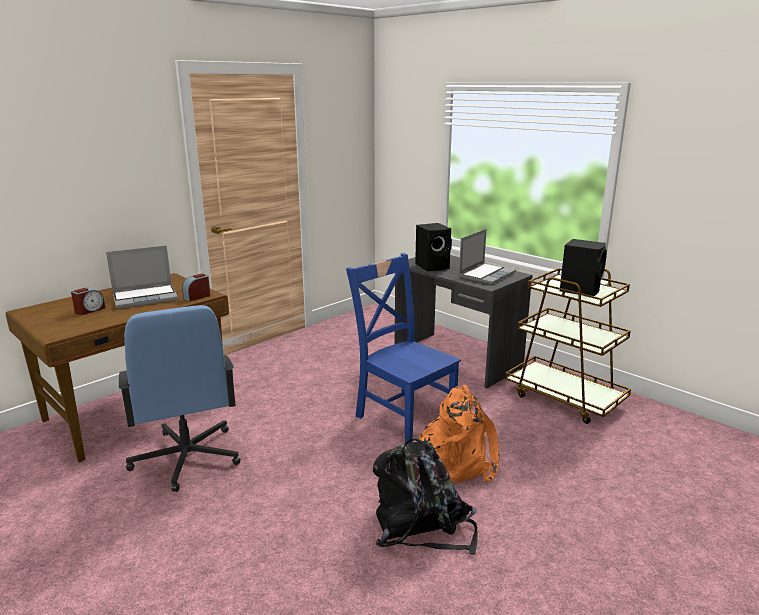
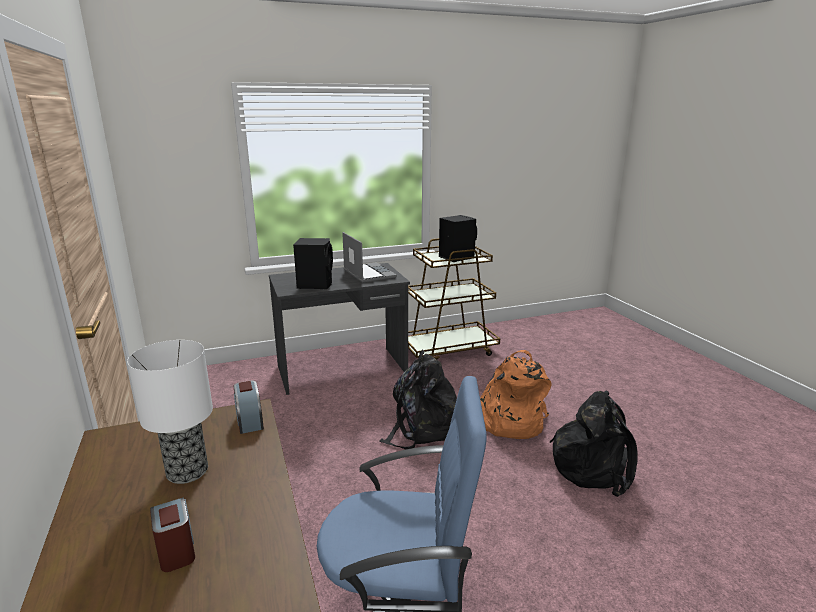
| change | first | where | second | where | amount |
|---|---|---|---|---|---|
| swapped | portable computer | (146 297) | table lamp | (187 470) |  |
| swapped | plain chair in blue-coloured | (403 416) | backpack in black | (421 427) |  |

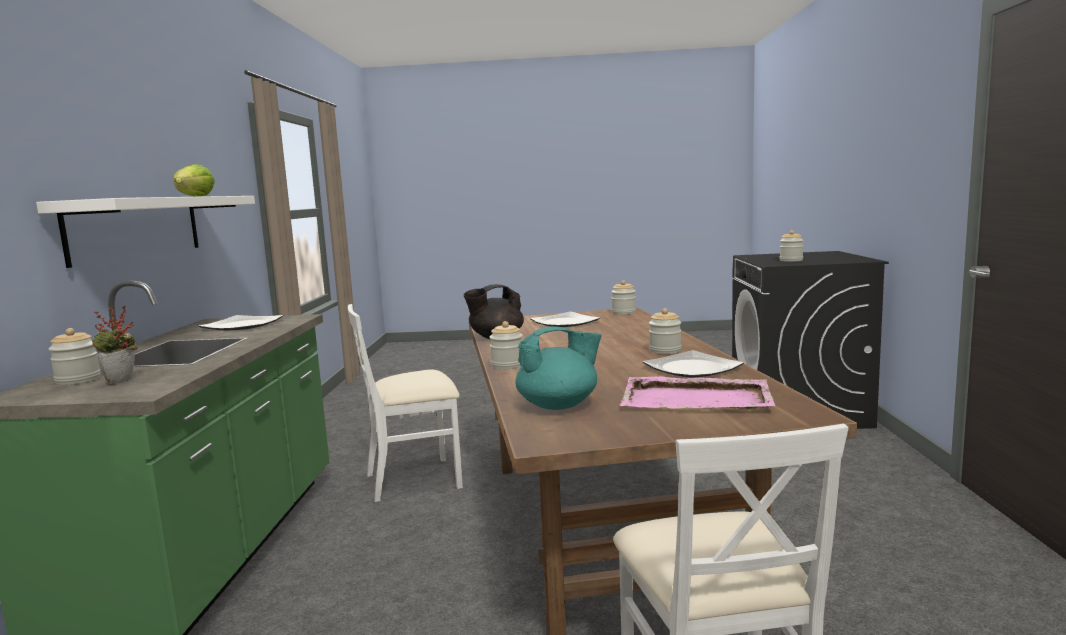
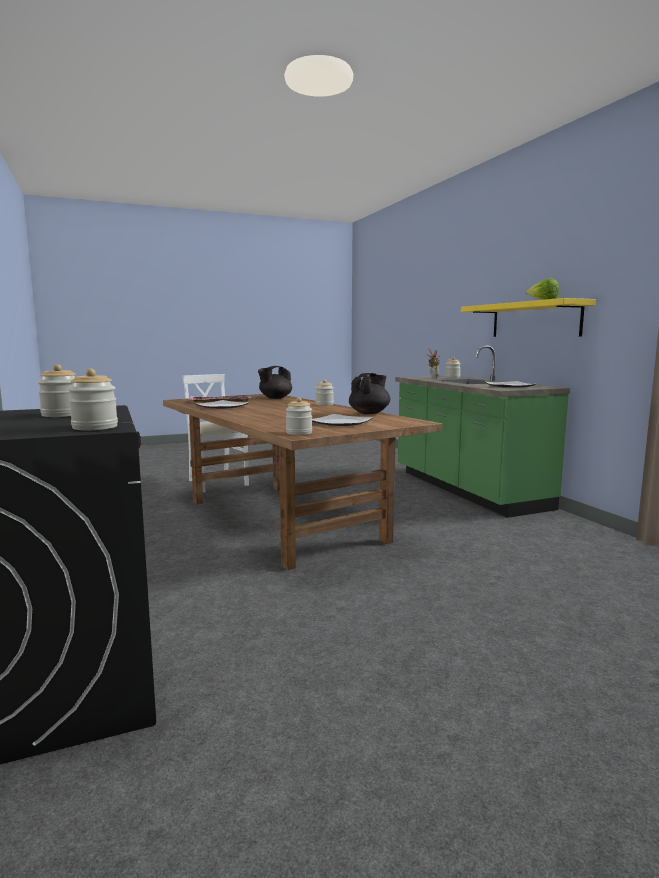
| change | first | where | second | where | amount |
|---|---|---|---|---|---|
| gone | plain chair in white-coloured | (414 479) |  |  |  |
| shifted | storage jar | (665 350) |  | (95 427) |  |
| repainted | shelf in white-coloured | (137 228) | shelf in yellowish | (534 320) |  |
| repainted | teapot in turquoise-coloured | (559 405) | teapot in black | (275 398) |  |

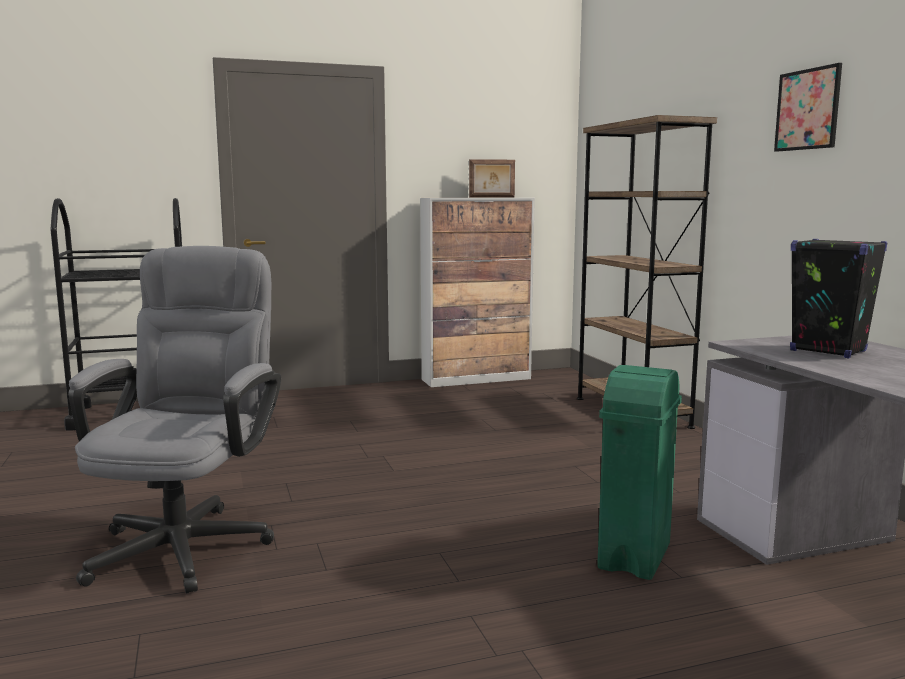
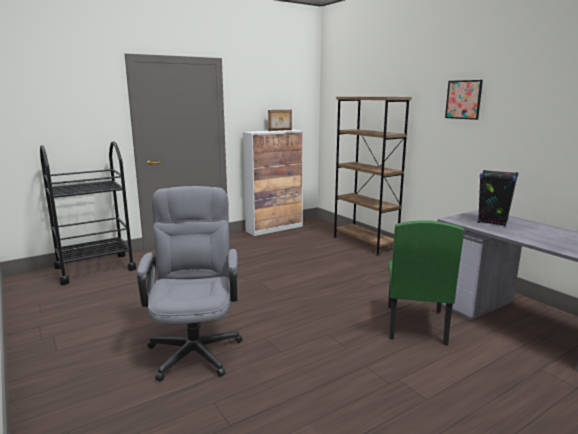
| change | first | where | second | where | amount |
|---|---|---|---|---|---|
| swapped | trash can in green | (633 557) | plain chair in green | (415 324) |  |

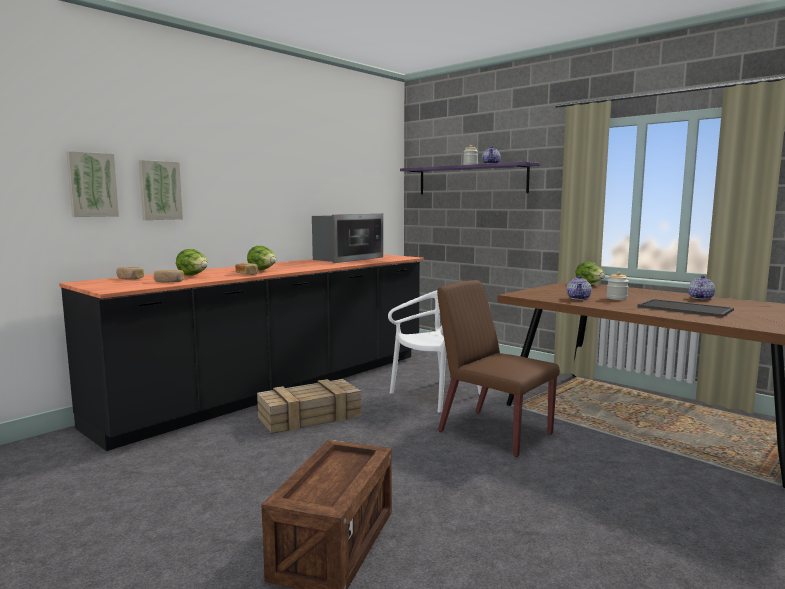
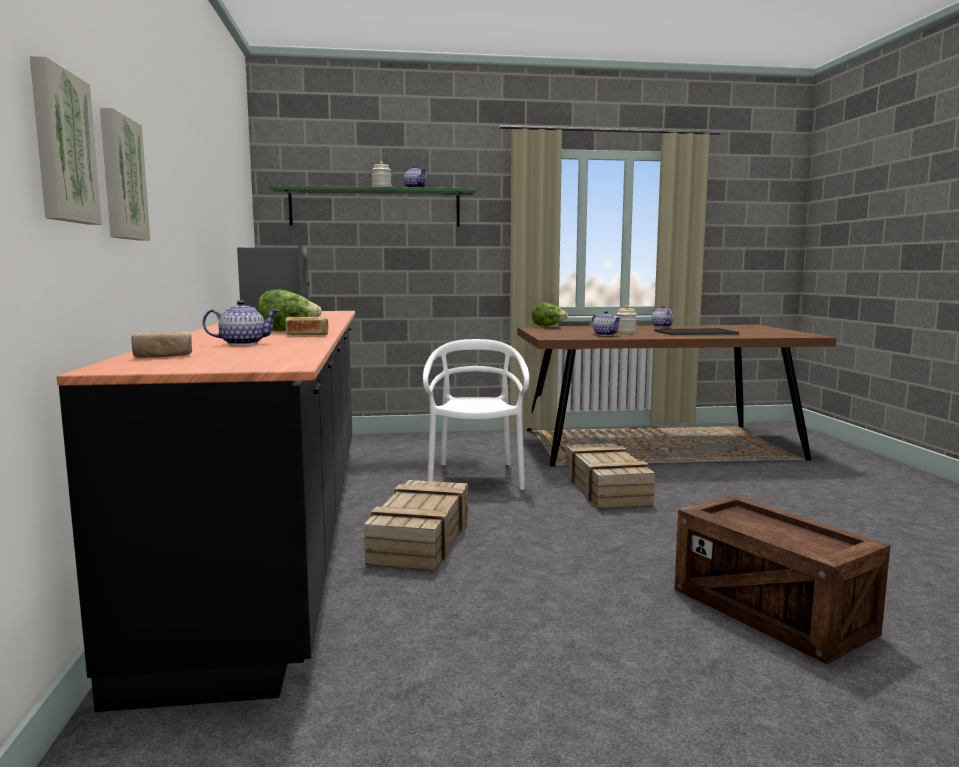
| change | first | where | second | where | amount |
|---|---|---|---|---|---|
| gone | bread | (169 281) |  |  |  |
| swapped | lettuce head | (193 275) | teapot | (242 343) |  |
| swapped | plain chair in brown | (493 432) | packing crate | (604 488) |  |
| repainted | shelf in purple-coloured | (471 180) | shelf in green | (375 208) |  |

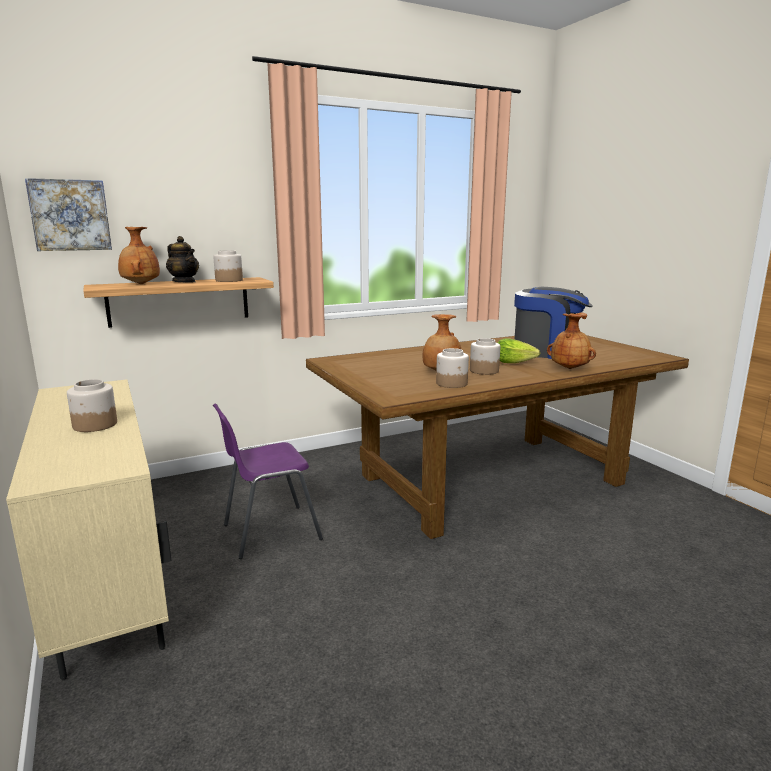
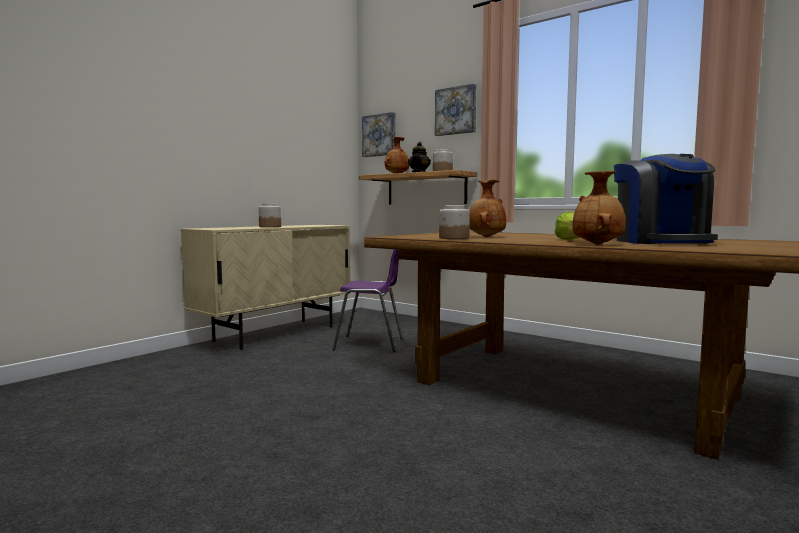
| change | first | where | second | where | amount |
|---|---|---|---|---|---|
| gone | storage jar | (483 371) |  |  |  |
| new |  |  | wall art | (456 111) |  |
| rotated | plain chair in purple-coloured | (269 532) |  | (371 344) | 150 degrees clockwise |

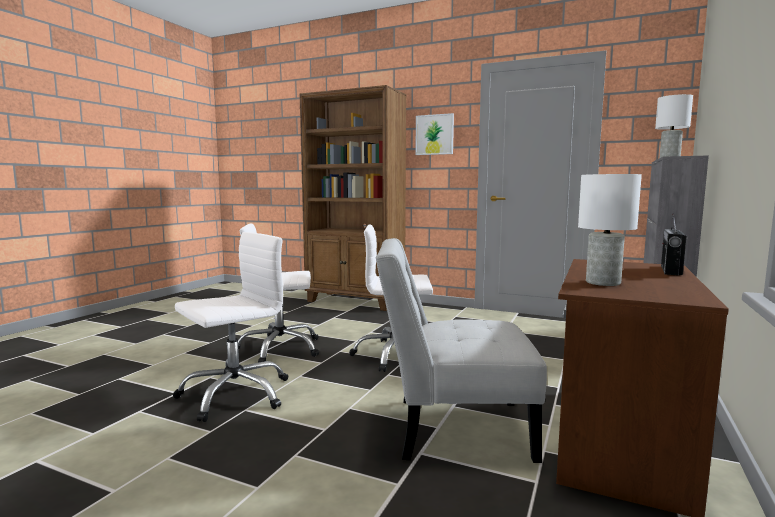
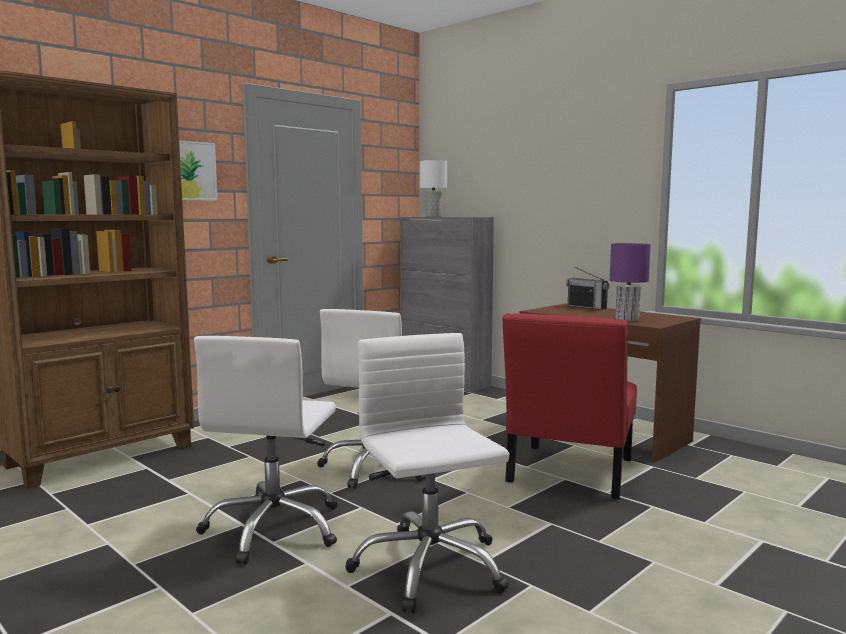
| change | first | where | second | where | amount |
|---|---|---|---|---|---|
| repainted | plain chair in white-coloured | (453 428) | plain chair in reddish | (568 474) |  |
| repainted | table lamp in white-coloured | (603 282) | table lamp in purple-coloured | (626 319) |  |

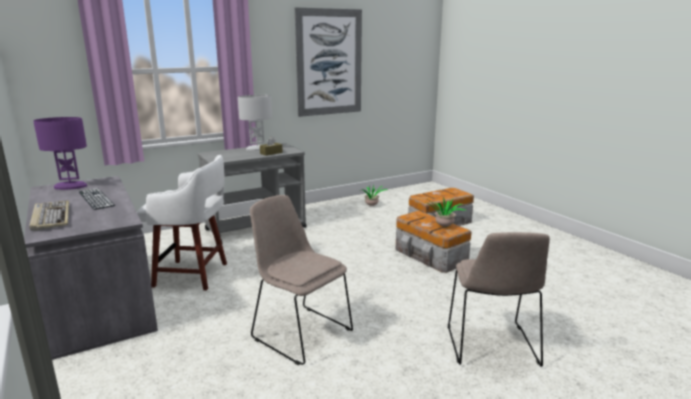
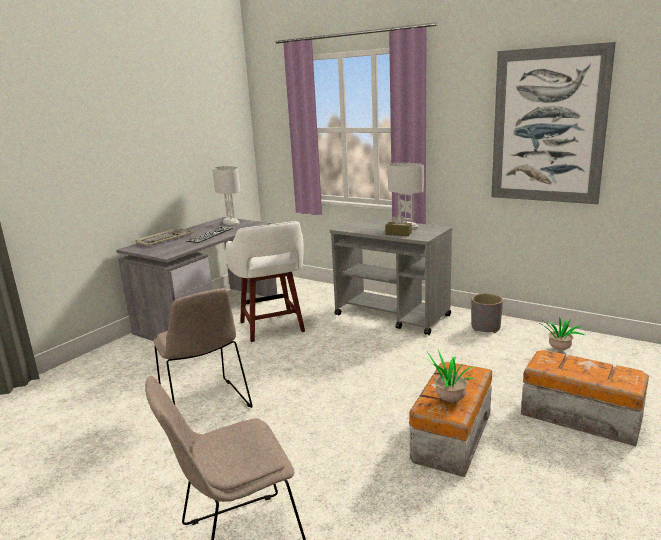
| change | first | where | second | where | amount |
|---|---|---|---|---|---|
| new |  |  | plant pot in gray | (485 327) |  |
| repainted | table lamp in purple-coloured | (70 187) | table lamp in white-coloured | (230 222) |  |
| rotated | plain chair in beige-coloured | (300 332) |  | (206 407) | 135 degrees clockwise |

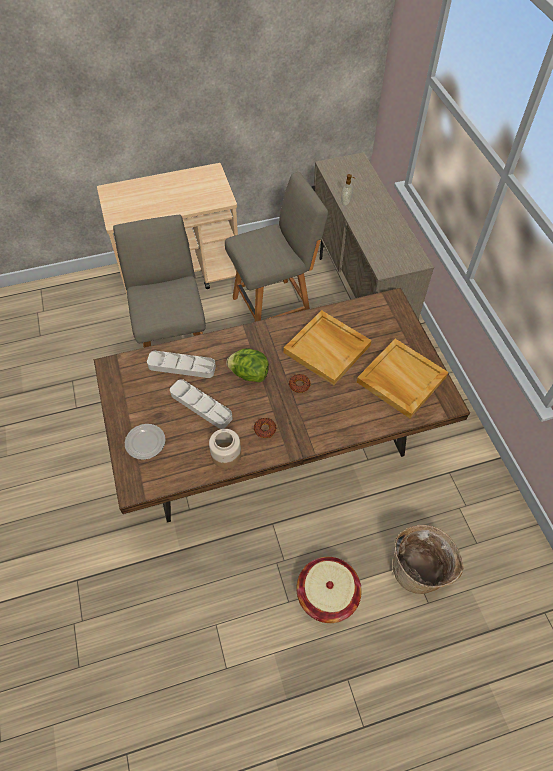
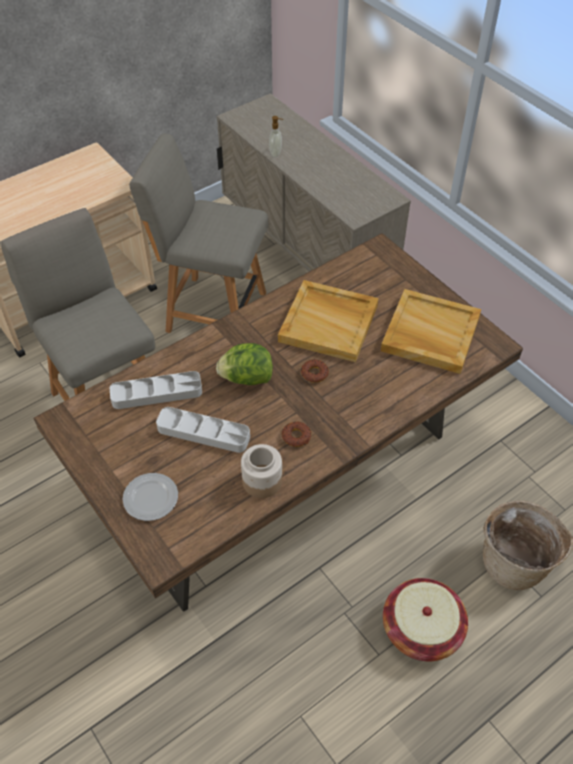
| change | first | where | second | where | amount |
|---|---|---|---|---|---|
| rotated | plain chair in gray | (274 308) |  | (212 311) | 120 degrees counterclockwise |

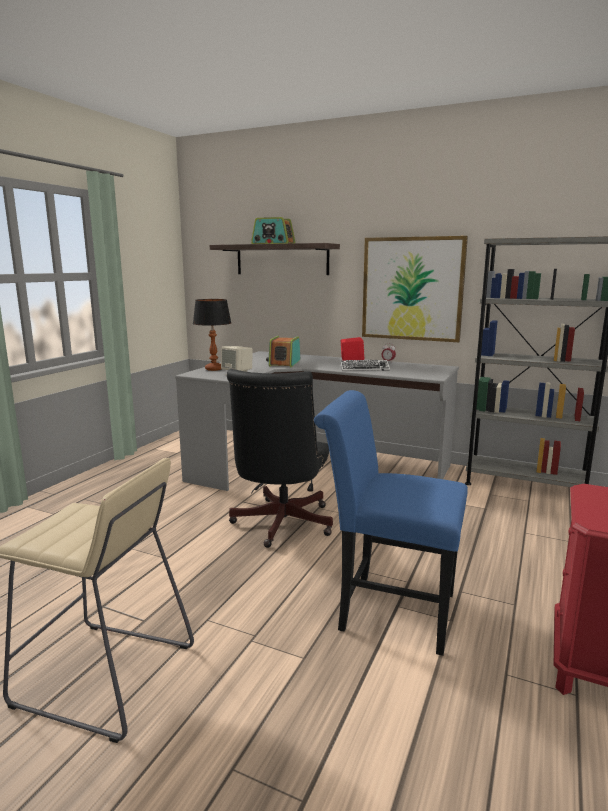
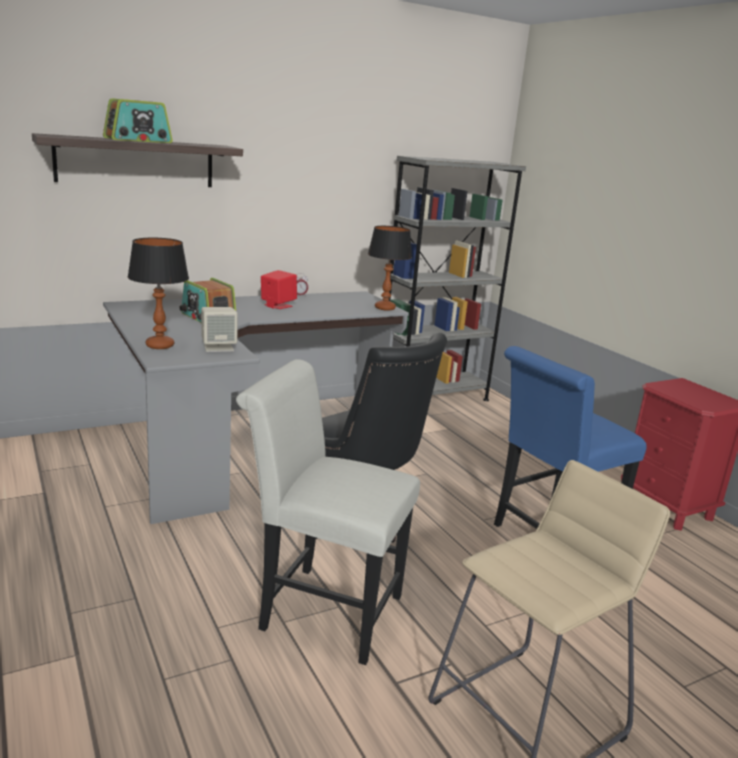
| change | first | where | second | where | amount |
|---|---|---|---|---|---|
| gone | PC keyboard | (364 369) |  |  |  |
| gone | wall art | (412 289) |  |  |  |
| new |  |  | plain chair in white-coloured | (321 609) |  |
| new |  |  | table lamp | (384 308) |  |

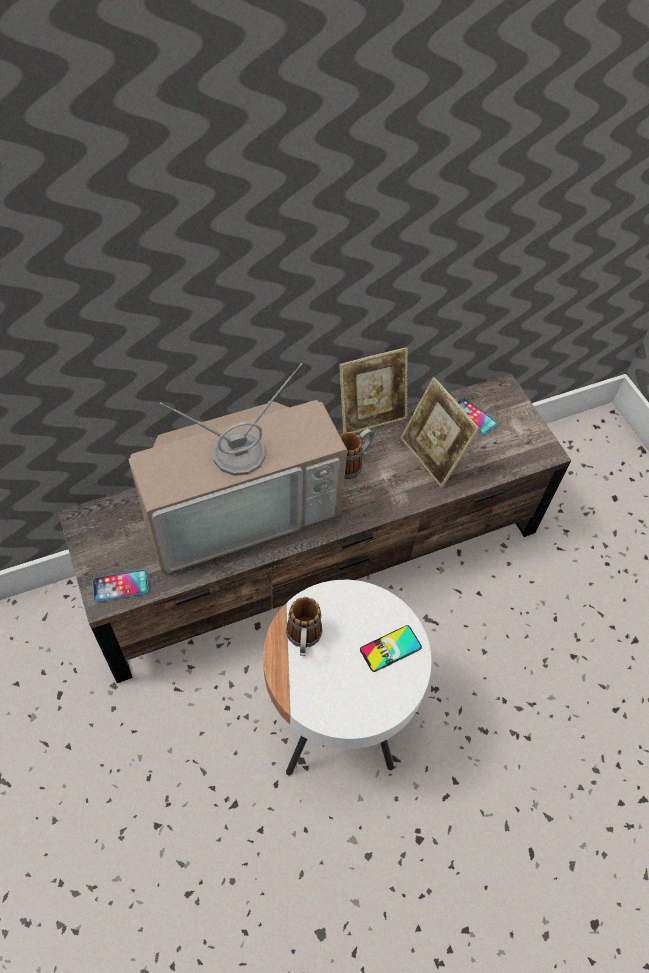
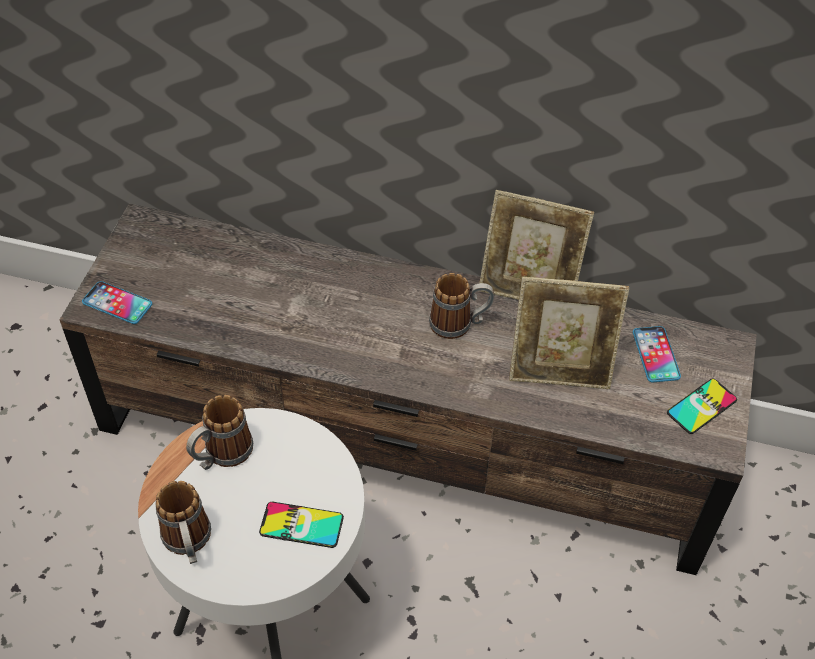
| change | first | where | second | where | amount |
|---|---|---|---|---|---|
| gone | TV set | (240 507) |  |  |  |
| new |  |  | coffee mug | (189 544) |  |
| new |  |  | telephone | (701 406) |  |
| rotated | standing frame | (431 457) |  | (560 369) | 90 degrees counterclockwise |

